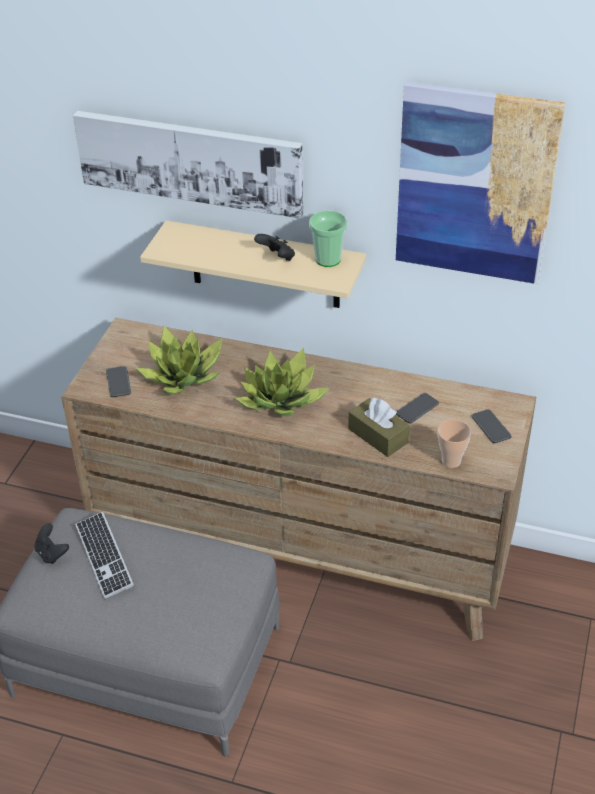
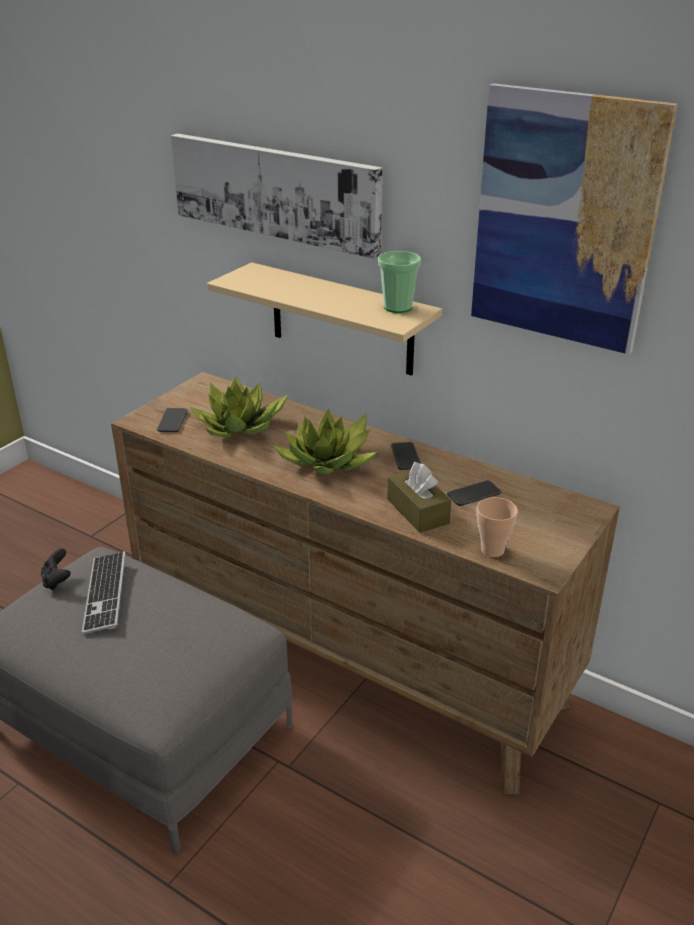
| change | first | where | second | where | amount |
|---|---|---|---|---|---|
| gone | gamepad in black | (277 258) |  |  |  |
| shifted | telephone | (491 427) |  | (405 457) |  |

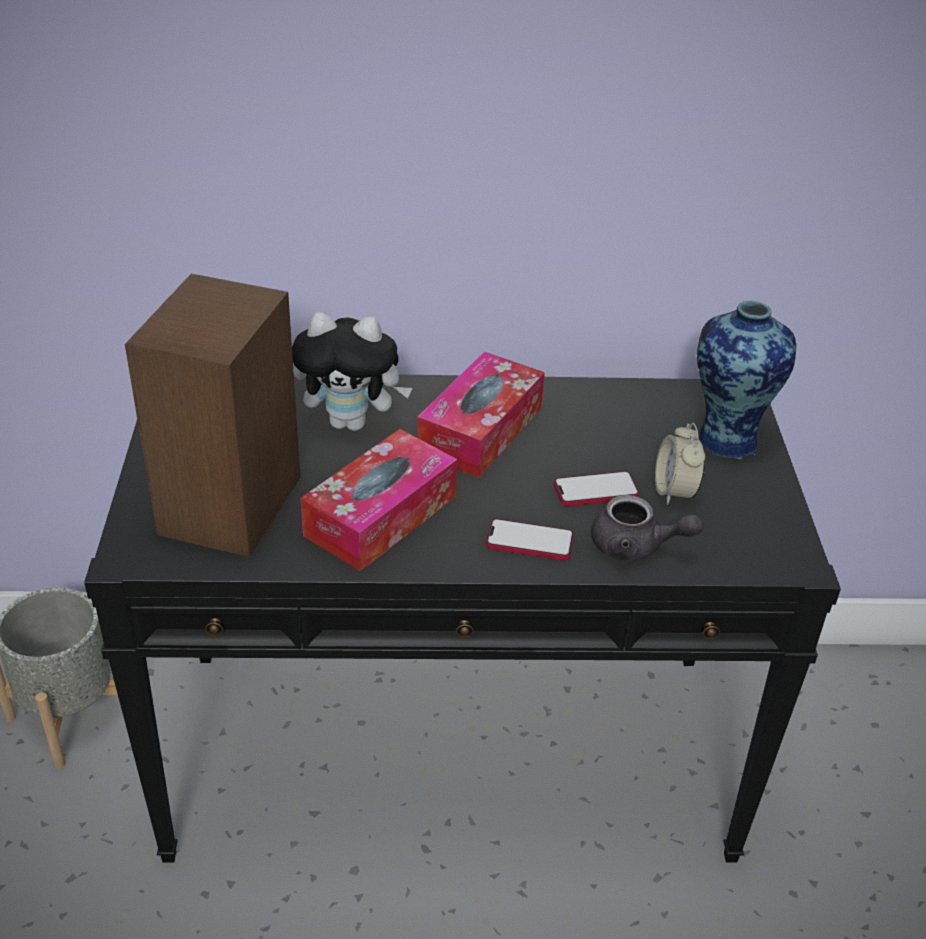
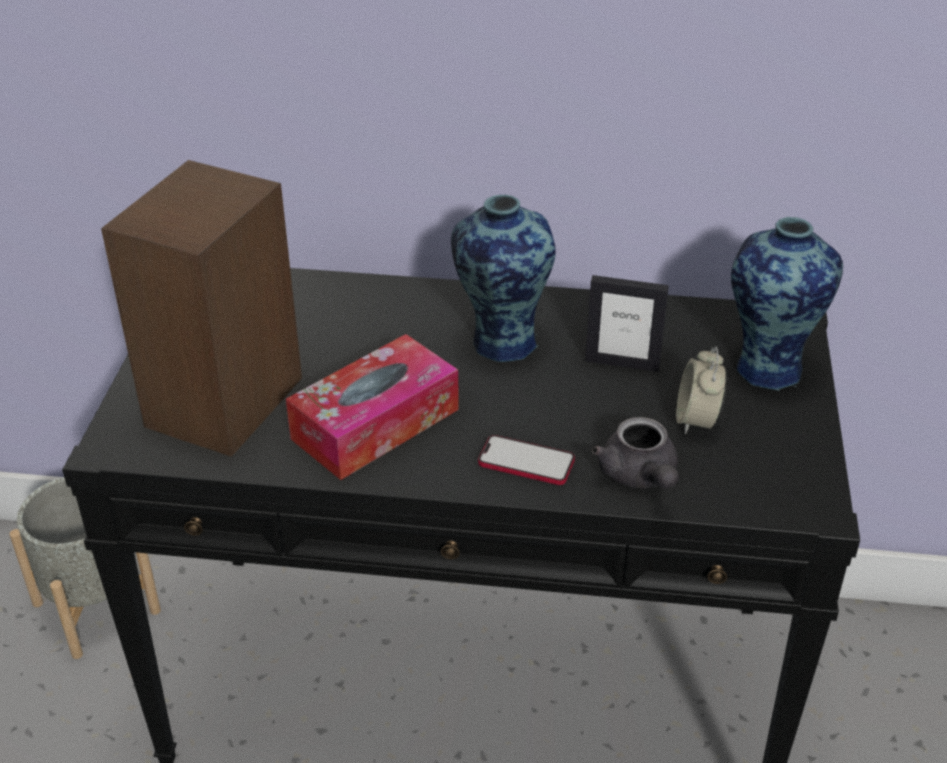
| change | first | where | second | where | amount |
|---|---|---|---|---|---|
| gone | plush toy | (352 422) |  |  |  |
| gone | telephone | (596 490) |  |  |  |
| new |  |  | standing frame | (622 363) |  |
| swapped | tissue box | (480 430) | vase | (501 341) |  |
| rotated | teapot in gray | (636 547) |  | (640 477) | 45 degrees clockwise |

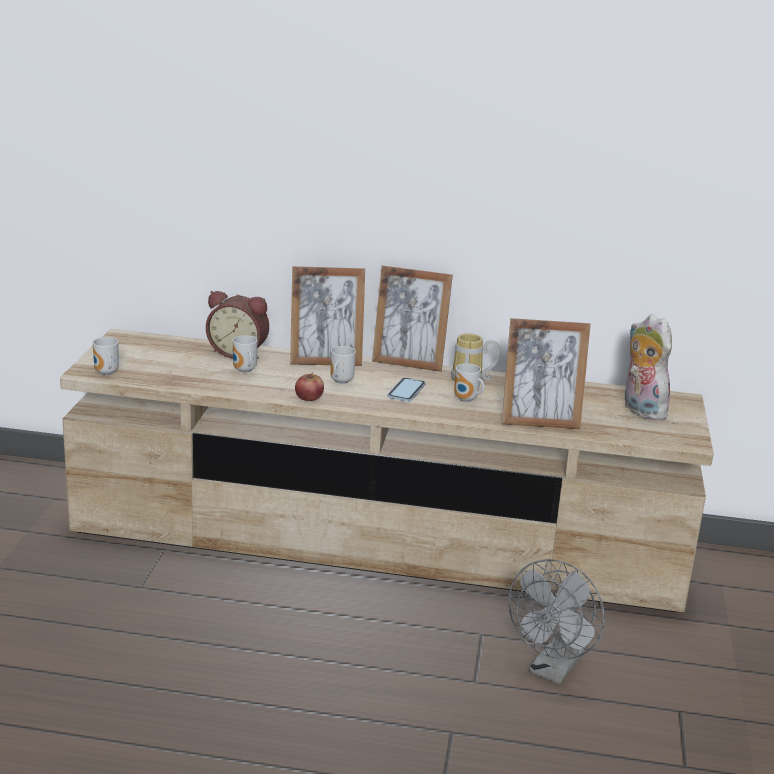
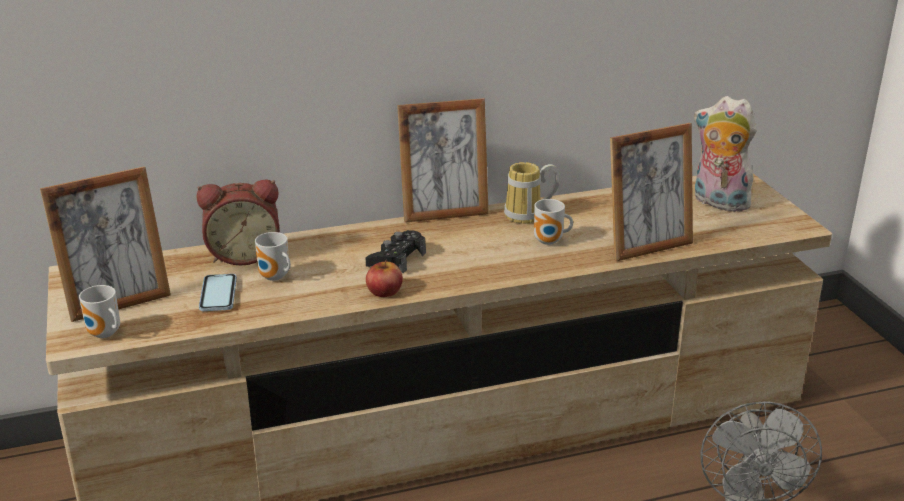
| change | first | where | second | where | amount |
|---|---|---|---|---|---|
| shifted | standing frame | (325 361) |  | (118 302) |  |
| shifted | telephone | (406 391) |  | (218 294) |  |
| swapped | coffee mug | (340 381) | gamepad in black | (396 259) |  |

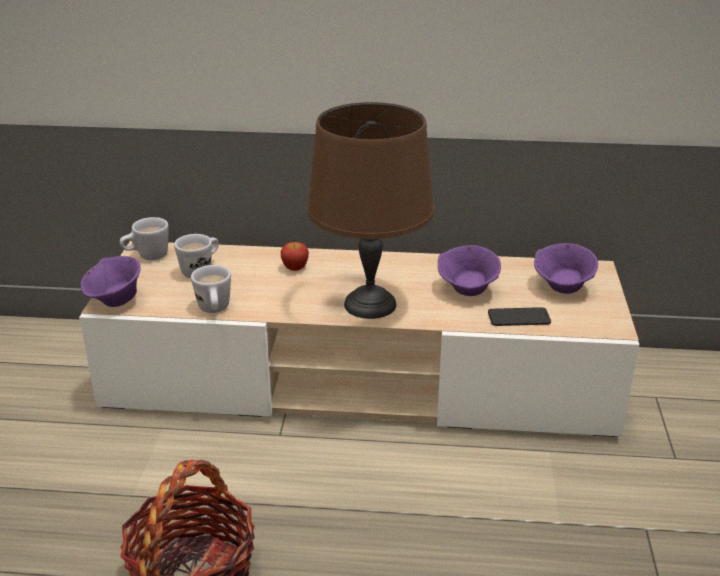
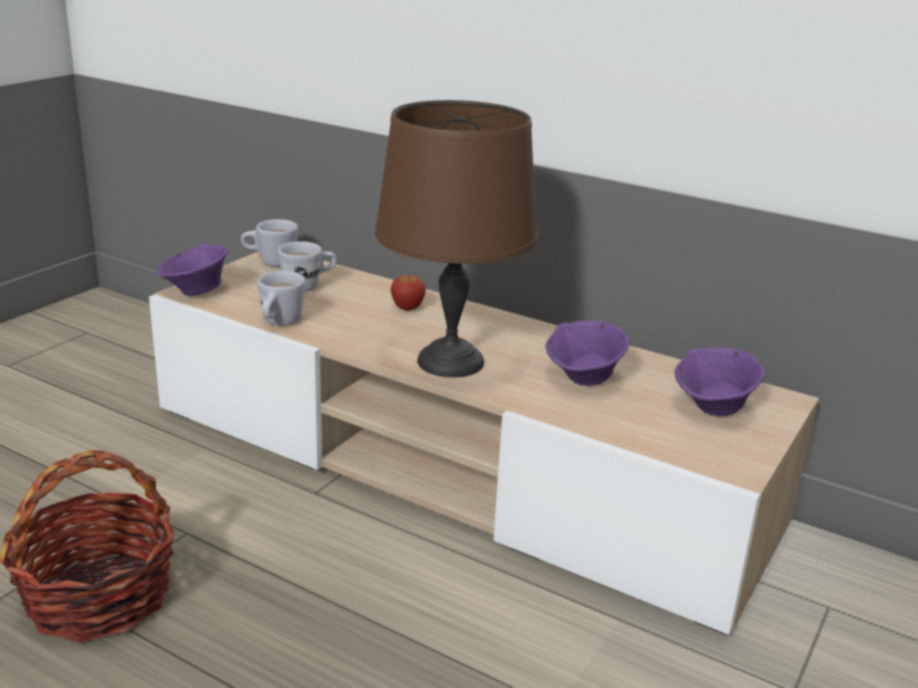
| change | first | where | second | where | amount |
|---|---|---|---|---|---|
| gone | telephone | (519 317) |  |  |  |

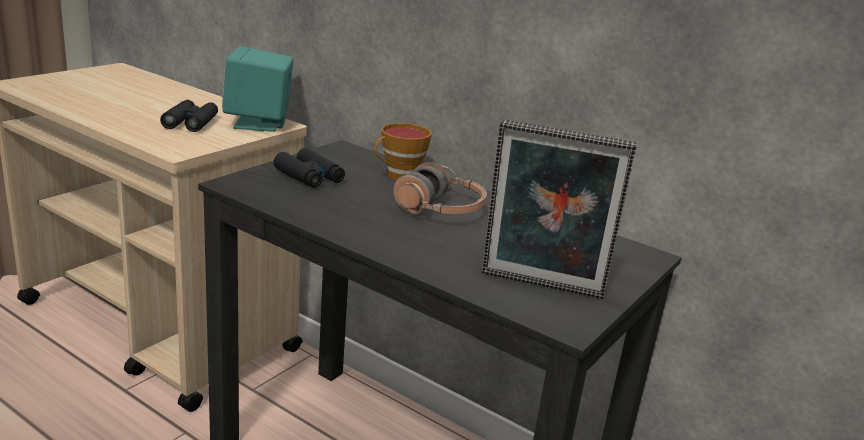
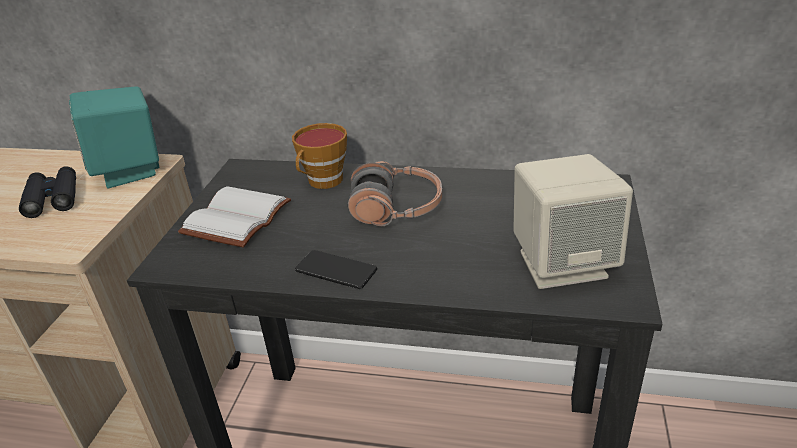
| change | first | where | second | where | amount |
|---|---|---|---|---|---|
| new |  |  | telephone | (336 270) |  |
| swapped | field glasses in black | (309 177) | volume in white-coloured | (238 220) |  |
| swapped | standing frame | (540 287) | loudspeaker in beige-coloured | (562 263) |  |

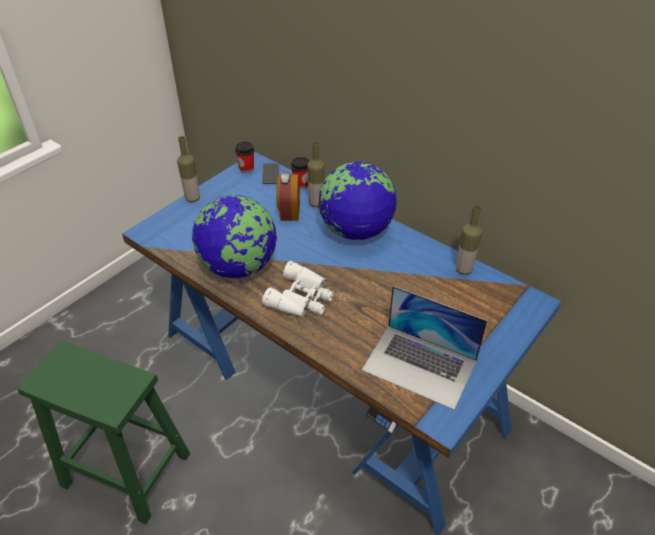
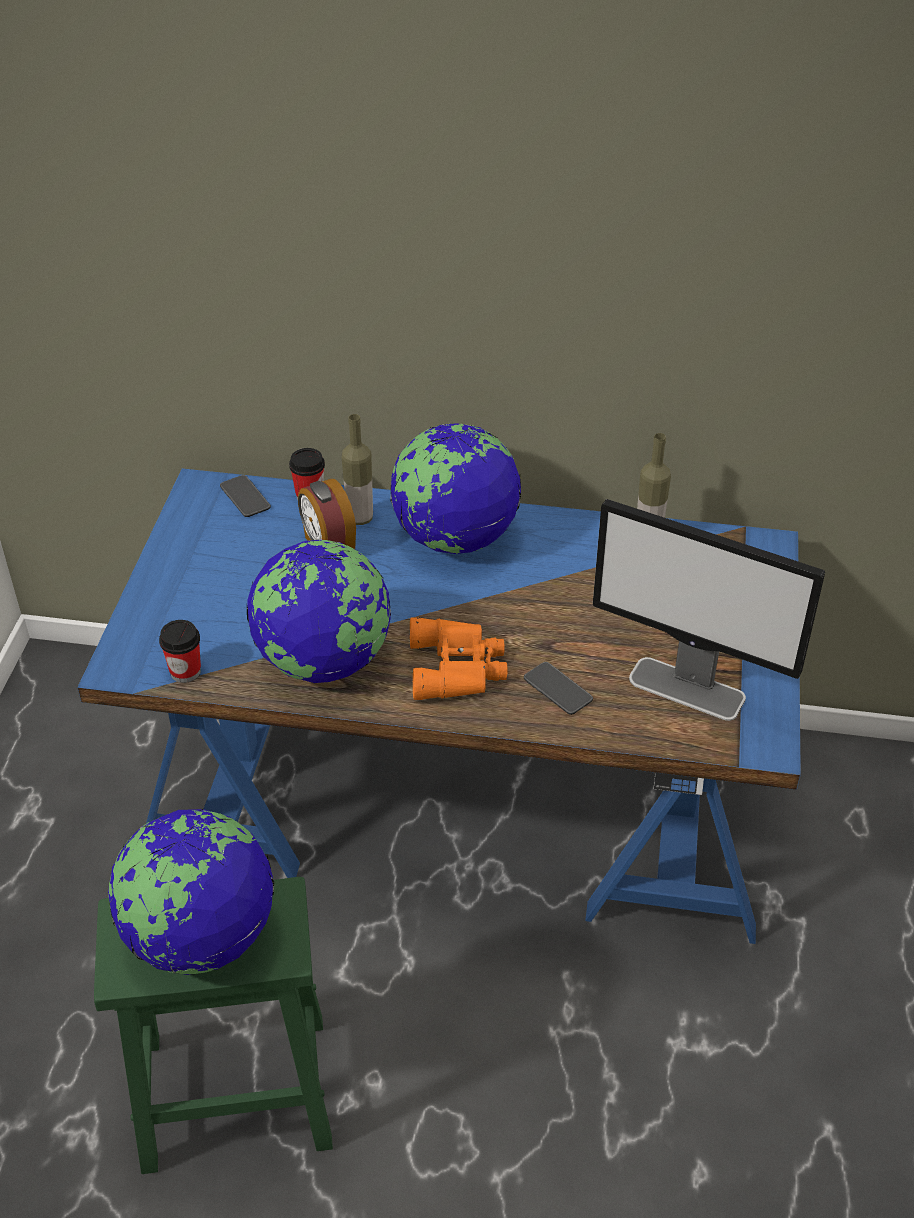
| change | first | where | second | where | amount |
|---|---|---|---|---|---|
| gone | drink bottle | (192 198) |  |  |  |
| new |  |  | world globe | (200 937) |  |
| new |  |  | telephone | (558 689) |  |
| shifted | drinking cup | (246 168) |  | (185 671) |  |
| swapped | portable computer | (420 365) | computer display | (688 689) |  |
| repainted | field glasses in white-coloured | (302 298) | field glasses in orangey | (458 667) |  |

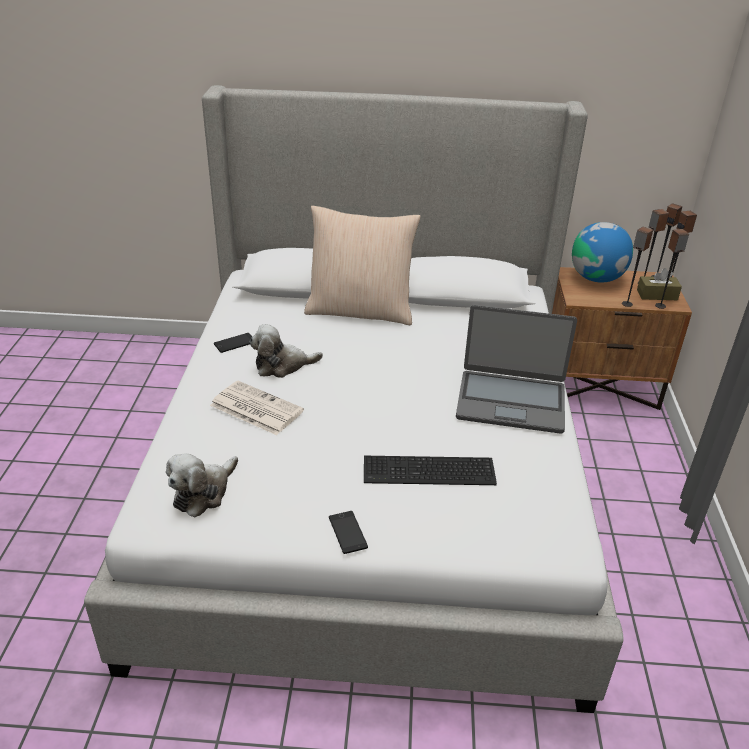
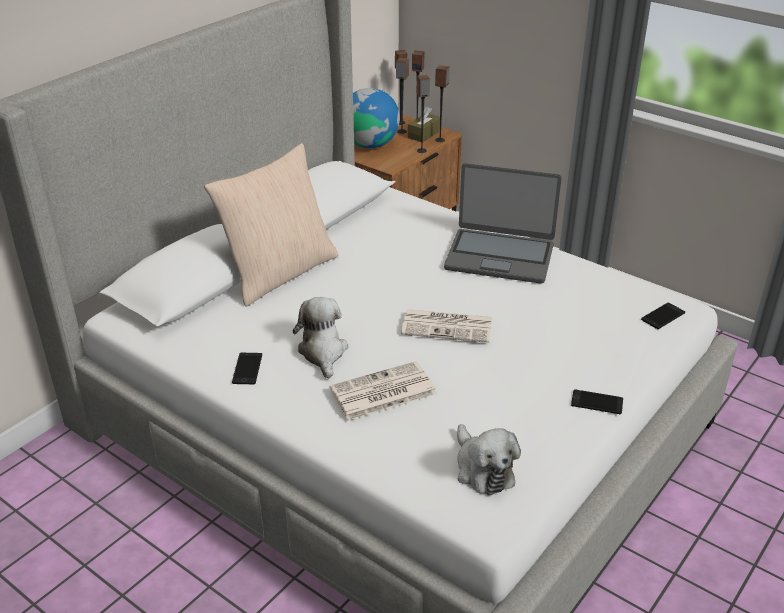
| change | first | where | second | where | amount |
|---|---|---|---|---|---|
| gone | PC keyboard | (430 472) |  |  |  |
| new |  |  | printed paper | (448 326) |  |
| new |  |  | telephone | (663 316) |  |
| rotated | plush toy | (282 365) |  | (323 352) | 150 degrees clockwise |
| rotated | portable computer | (511 401) |  | (499 256) | 60 degrees clockwise |

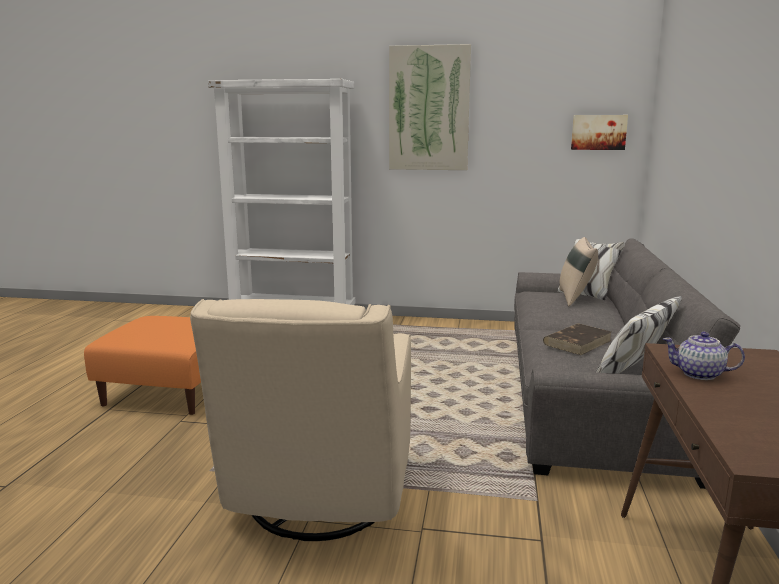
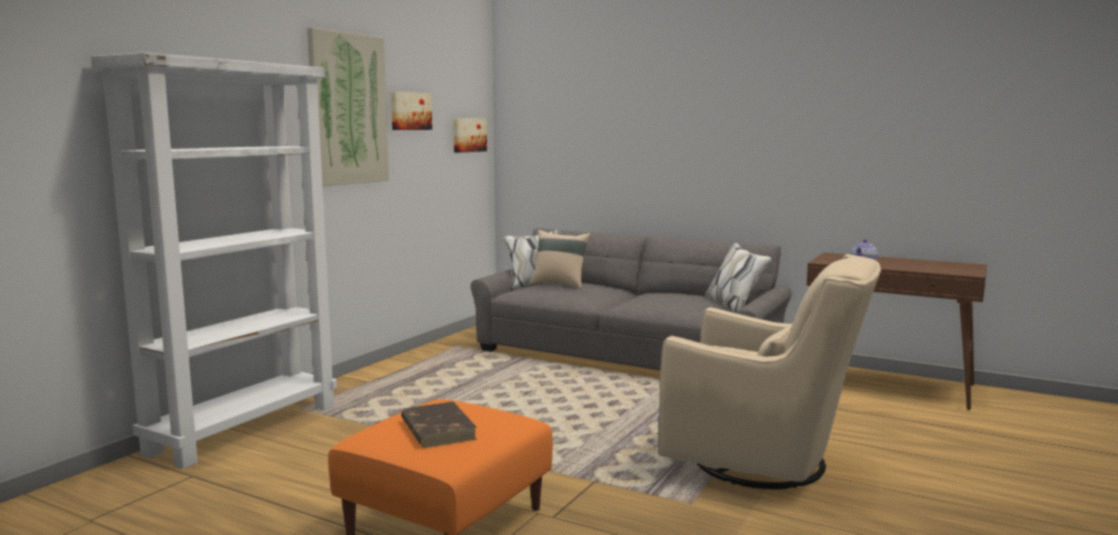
| change | first | where | second | where | amount |
|---|---|---|---|---|---|
| new |  |  | wall art | (410 111) |  |
| shifted | volume in brown | (577 342) |  | (437 429) |  |

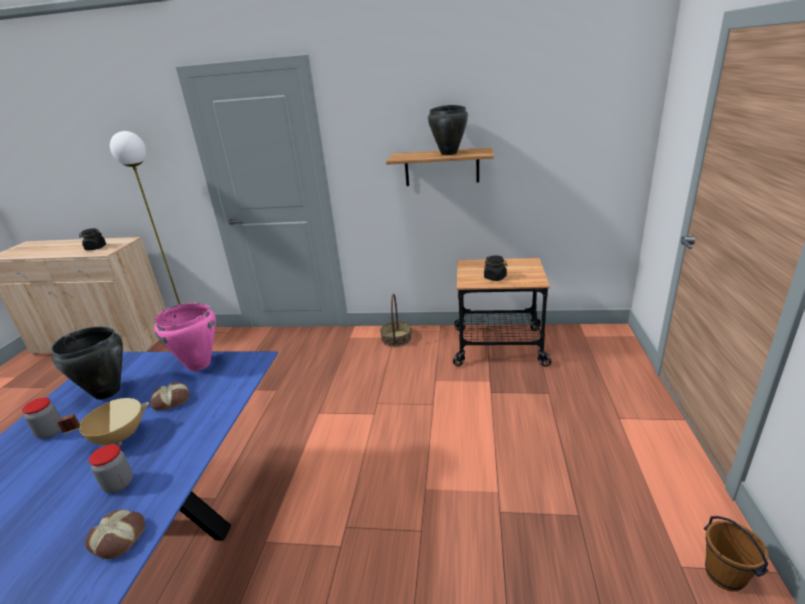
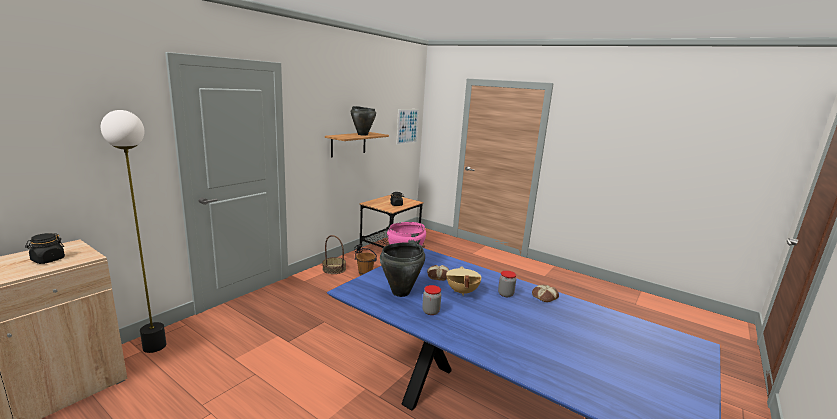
| change | first | where | second | where | amount |
|---|---|---|---|---|---|
| new |  |  | wall art | (407 126) |  |
| shifted | pail in brown | (725 575) |  | (365 273) |  |

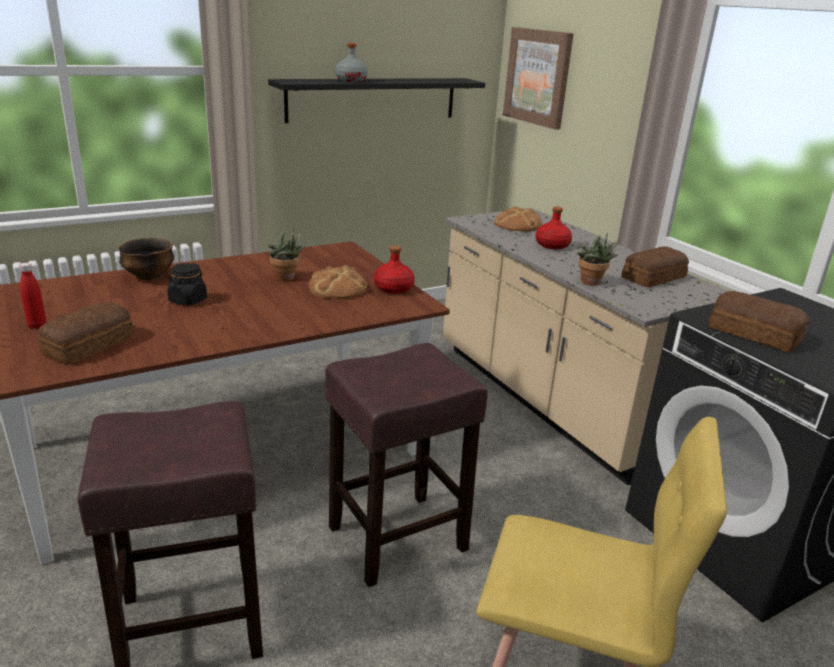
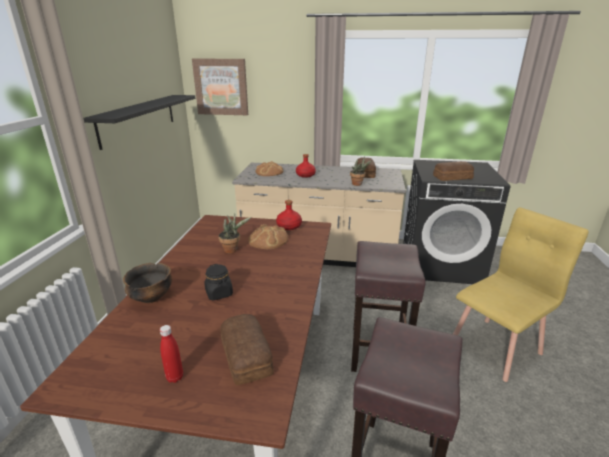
| change | first | where | second | where | amount |
|---|---|---|---|---|---|
| gone | drink bottle in gray | (351 80) |  |  |  |

